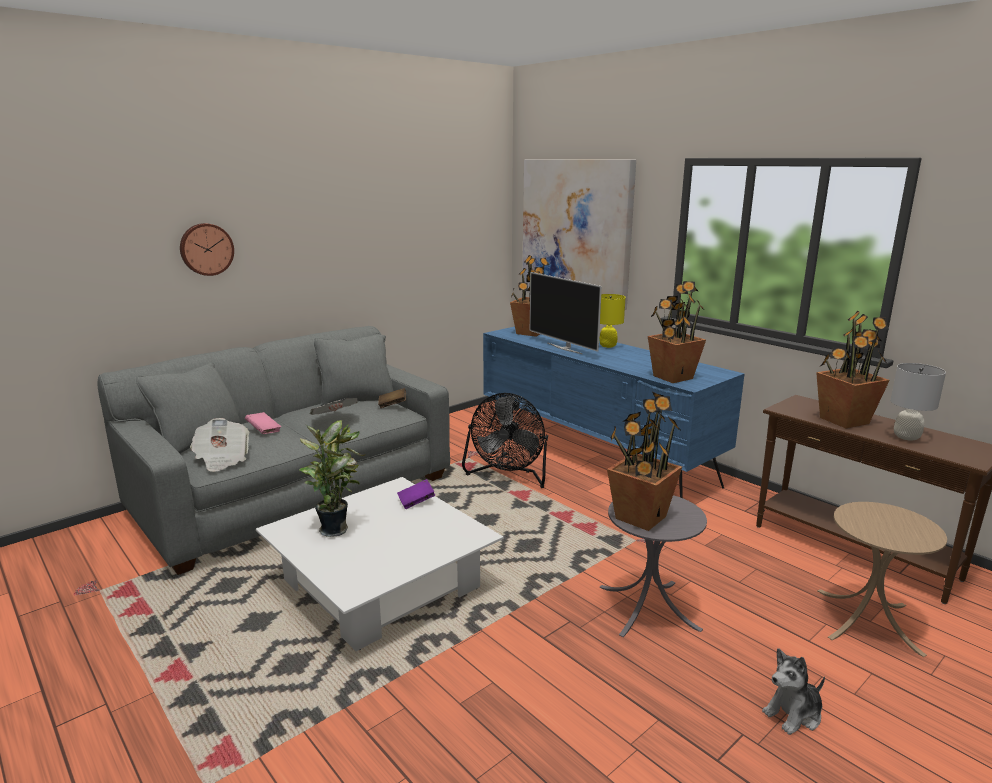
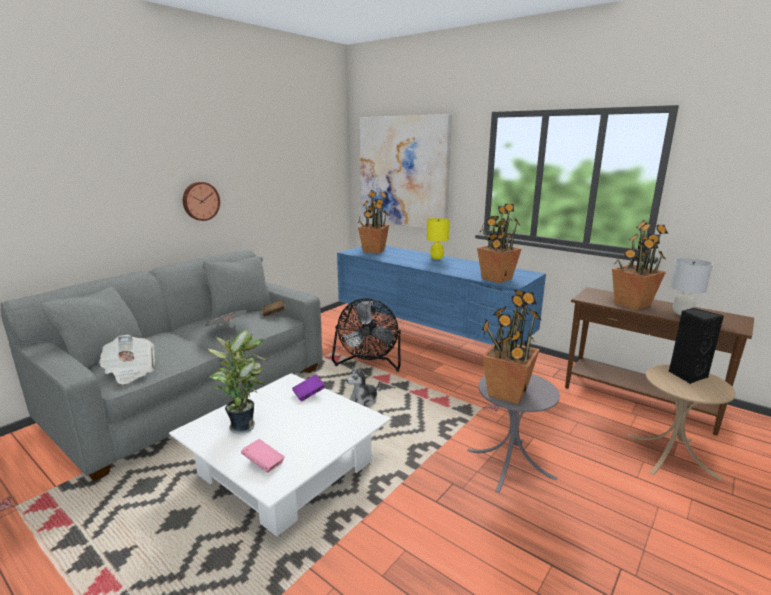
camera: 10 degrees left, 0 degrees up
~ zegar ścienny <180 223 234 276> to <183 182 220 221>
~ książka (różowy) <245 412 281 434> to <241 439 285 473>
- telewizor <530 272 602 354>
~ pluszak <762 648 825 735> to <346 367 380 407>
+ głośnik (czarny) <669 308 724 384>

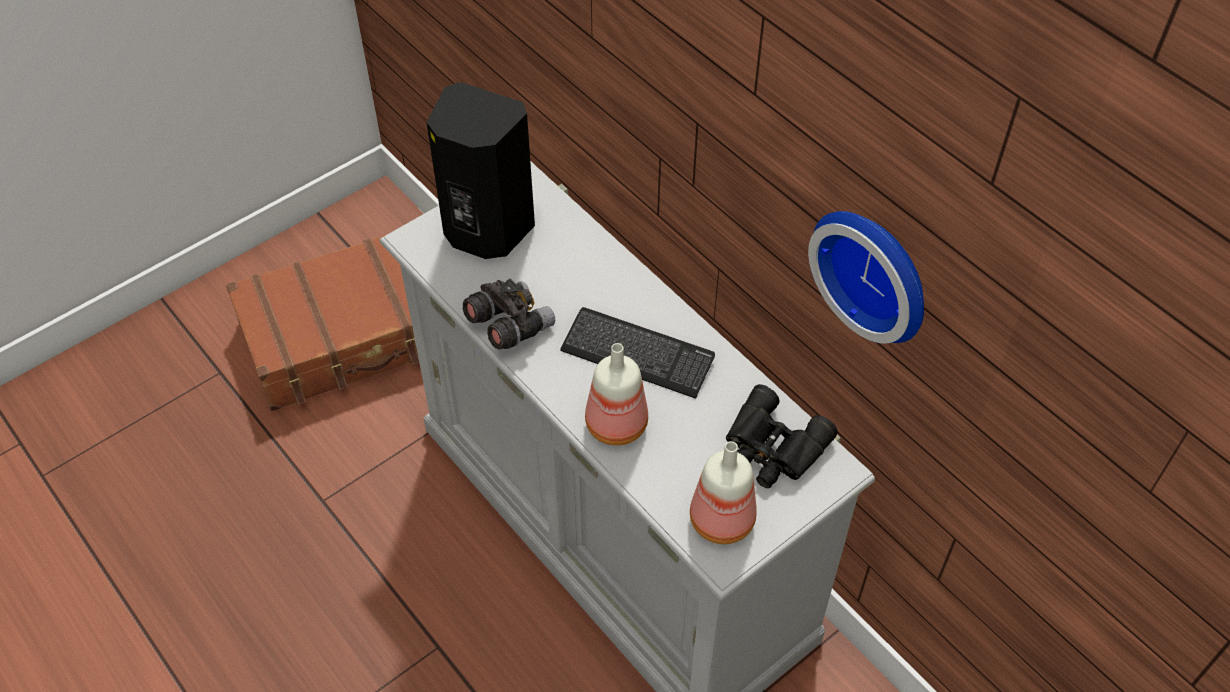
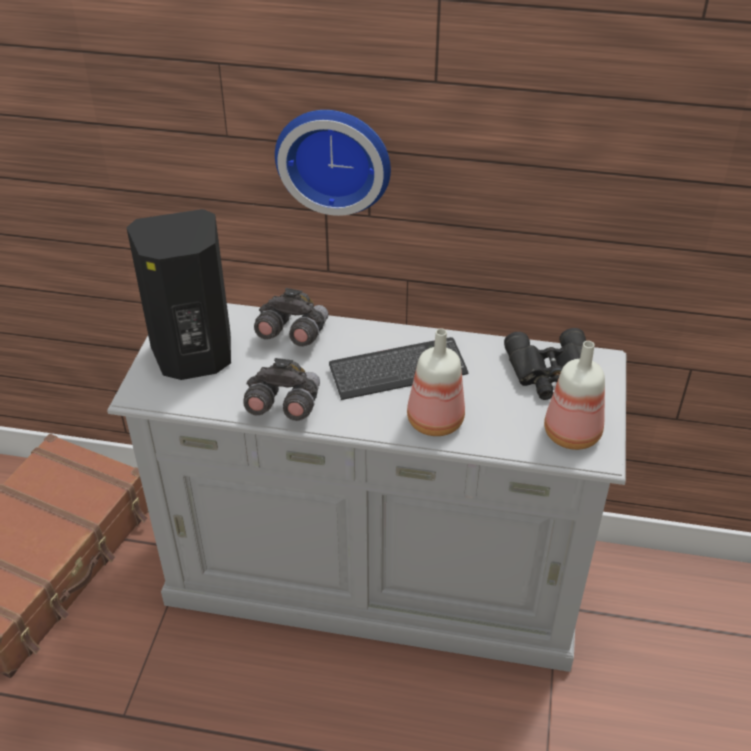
camera: 40 degrees left, 10 degrees down
~ zegar ścienny <808 211 924 344> to <275 110 391 216>
+ lornetka (szary) <254 288 328 347>

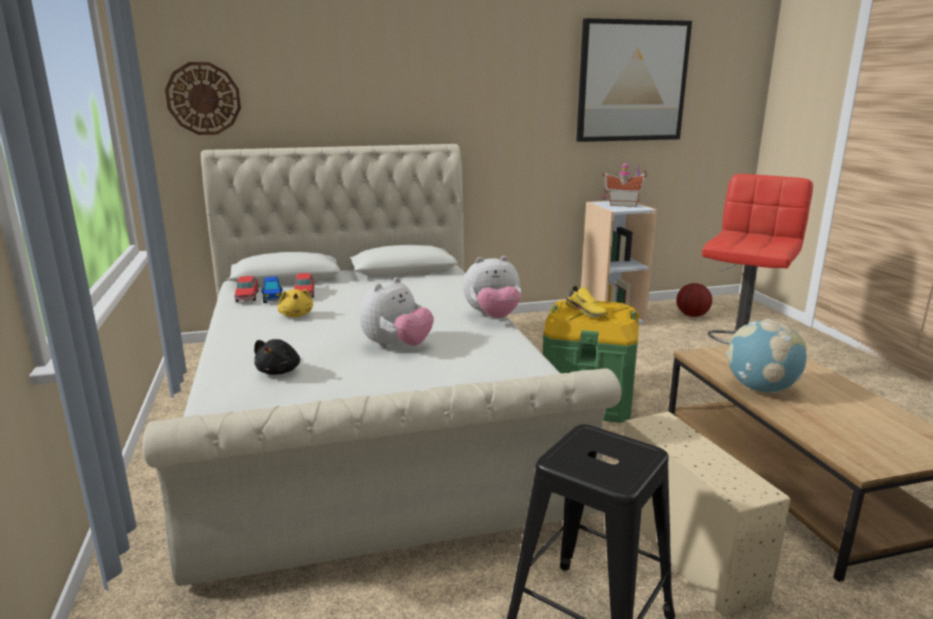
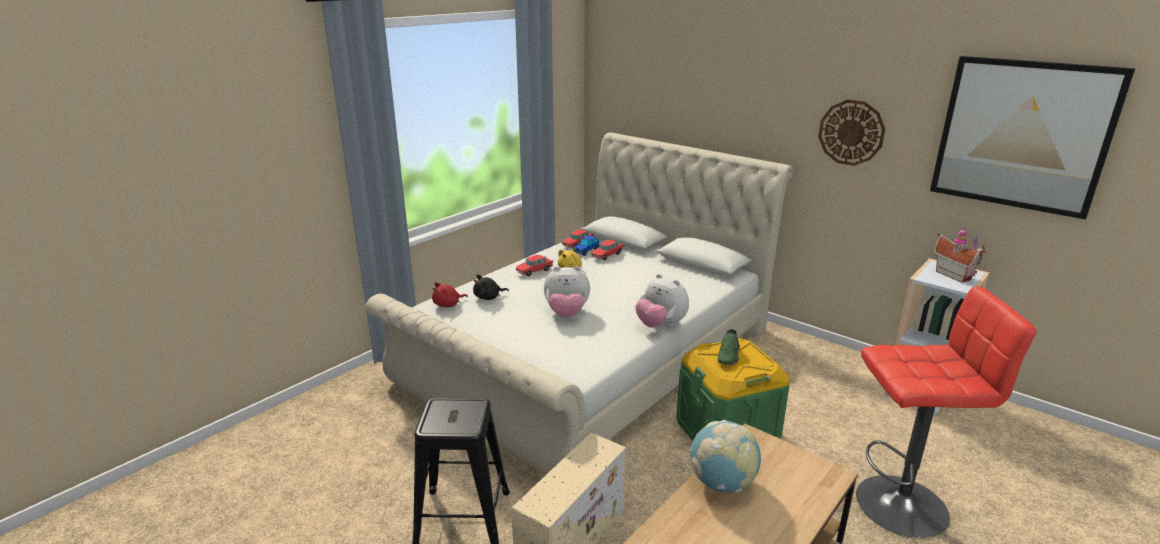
camera: 55 degrees right, 5 degrees up
~ zegar ścienny <165 62 241 135> to <818 100 885 166>
~ but (żółty) <566 286 608 317> to but (zielony) <718 329 740 365>
- piłka do koszykówki <676 283 712 317>
+ pluszak (czerwony) <432 282 468 307>
+ samochodzik <516 255 553 276>

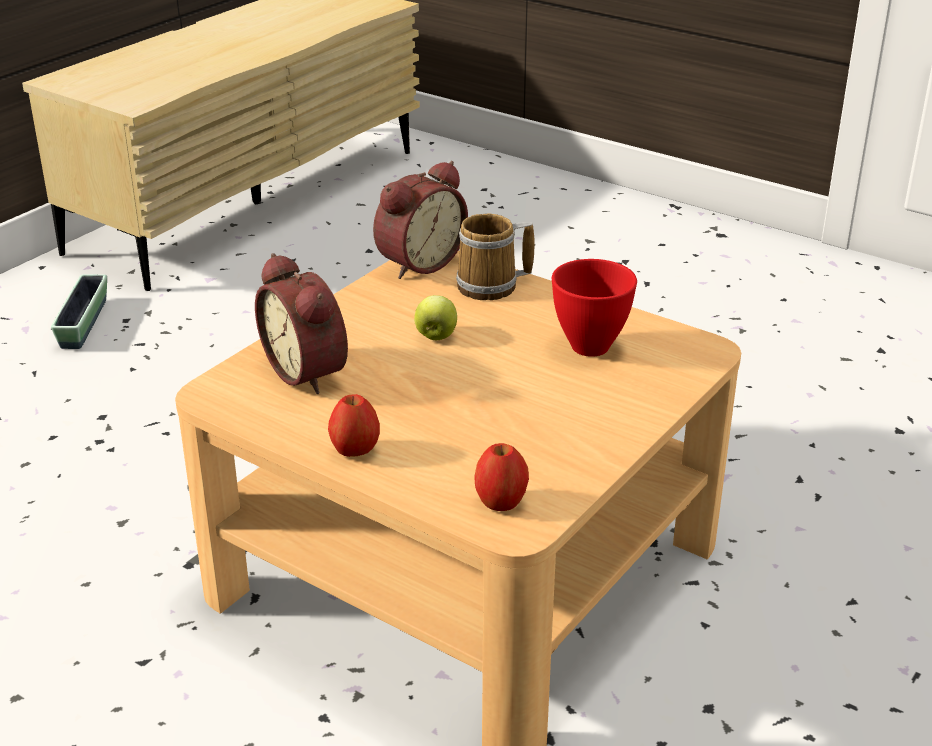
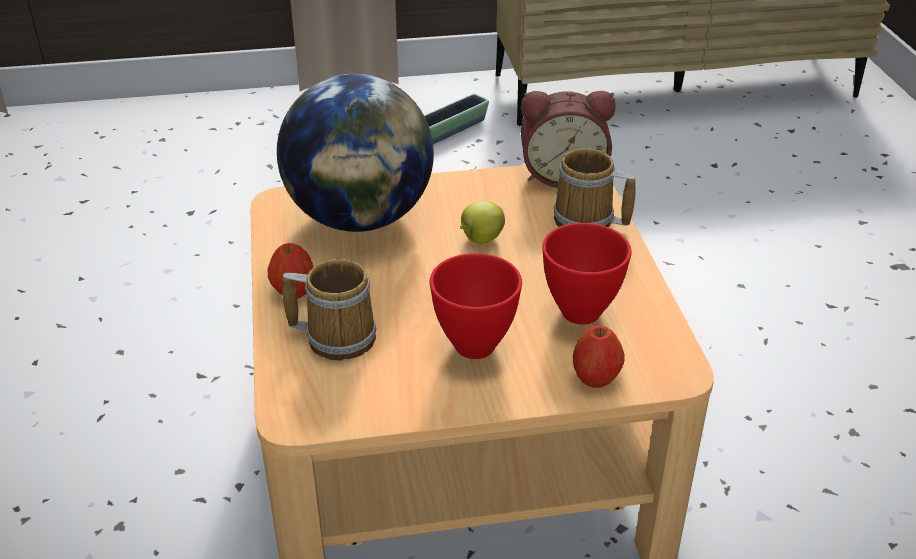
camera: 45 degrees right, 5 degrees up
~ budzik <255 253 348 394> to globus <277 74 434 232>
~ jabłko <474 443 529 511> to <573 325 624 388>
+ kubek <282 259 377 360>
+ miska (czerwony) <430 253 522 359>

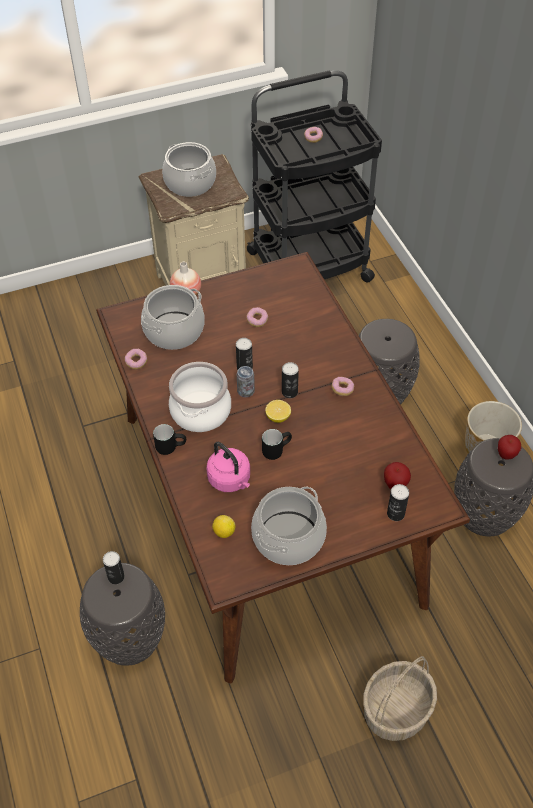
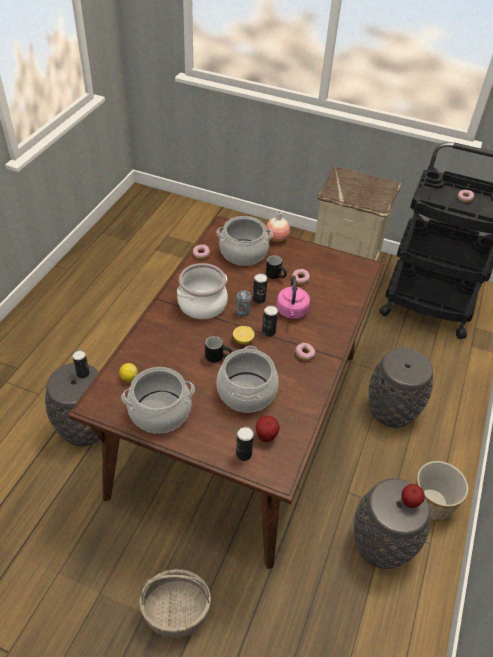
camera: 40 degrees right, 5 degrees down
~ kubek (czarny) <153 424 186 455> to <266 255 287 279>
~ garnek <162 142 216 197> to <217 346 279 413>
~ czajnik (różowy) <206 442 250 492> to <276 276 310 319>

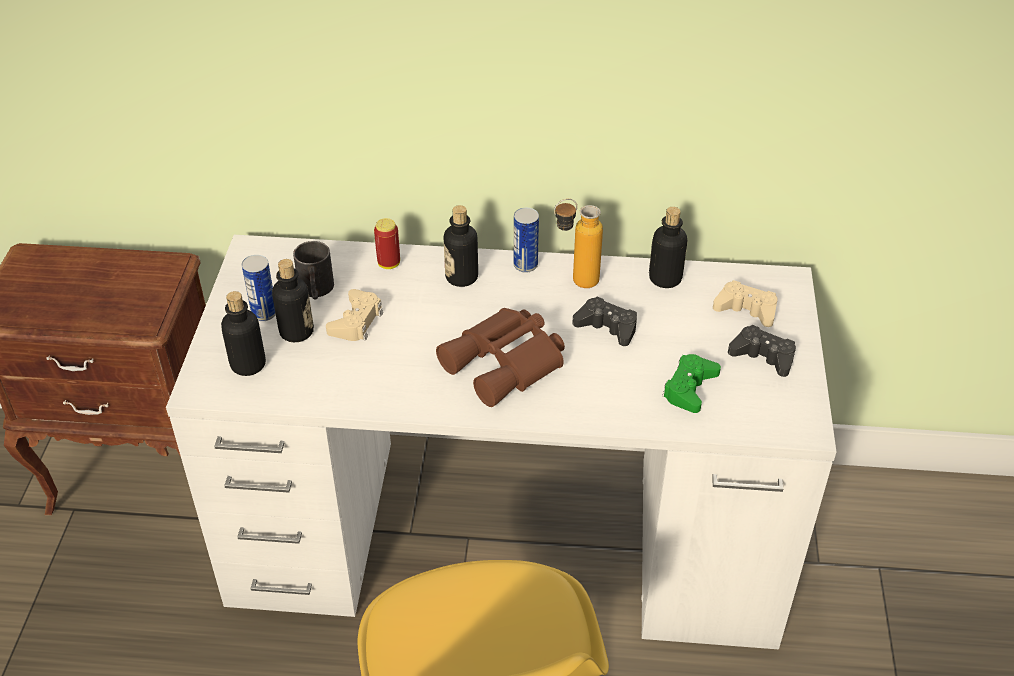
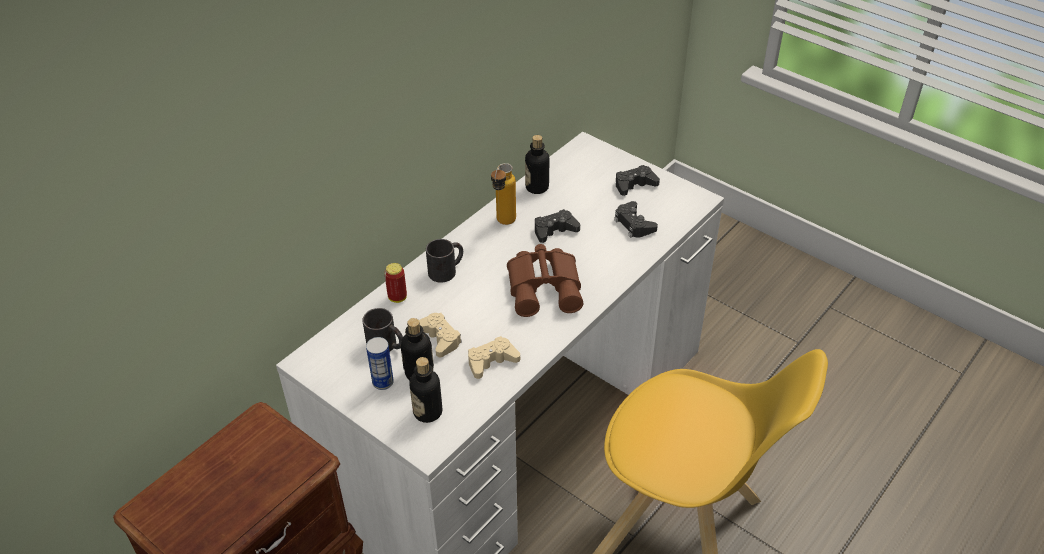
camera: 55 degrees left, 0 degrees up
~ butelka <444 205 478 287> to kubek (czarny) <426 239 463 283>
- puszka <514 208 539 272>
~ pad do gier (zielony) <662 354 721 413> to pad do gier (czarny) <614 201 658 238>
~ pad do gier (beżowy) <713 280 778 327> to <468 336 520 379>

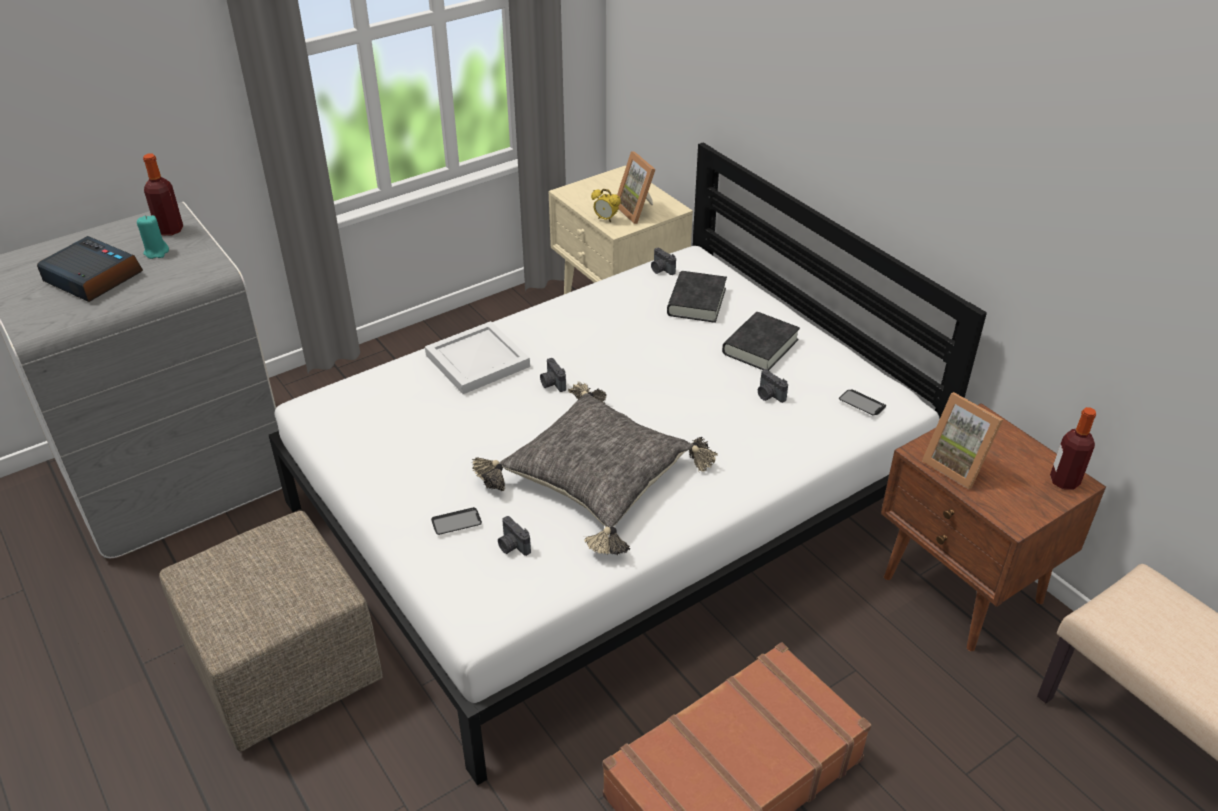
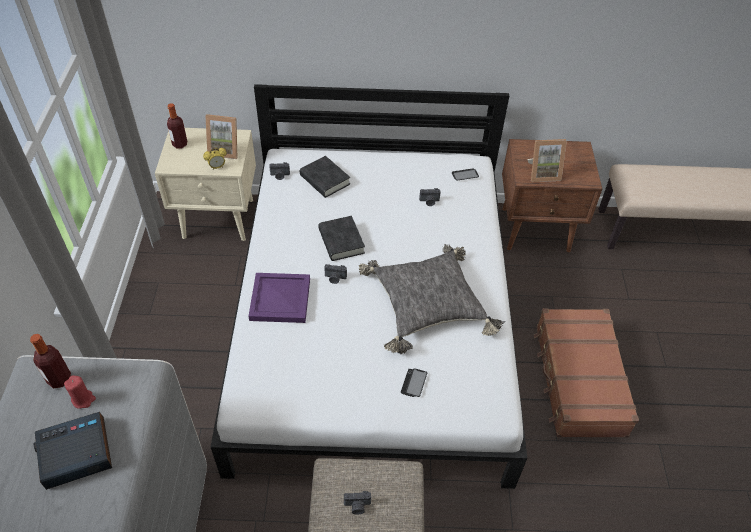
camera: 55 degrees left, 10 degrees up
~ świeca (turkusowy) <137 215 169 259> to świeca (czerwony) <64 376 96 409>
~ taca (biały) <425 321 530 394> to taca (fioletowy) <248 273 310 323>
~ aparat fotograficzny <498 516 531 556> to <344 491 371 515>
~ książka (czarny) <722 312 800 370> to <318 216 365 261>
~ butelka <1050 407 1096 490> to <167 103 187 149>

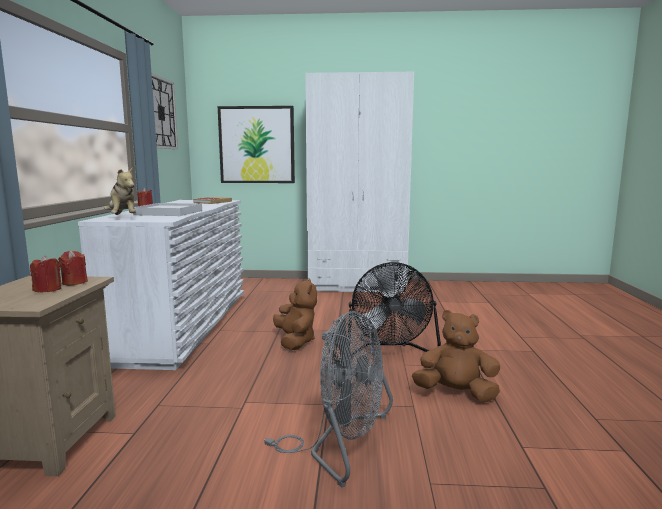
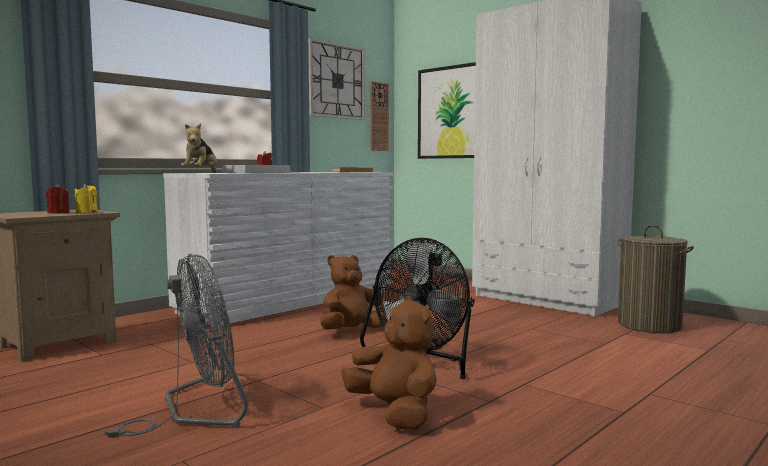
camera: 40 degrees right, 5 degrees down
~ świeca (czerwony) <59 250 88 285> to świeca (żółty) <75 184 98 213>
~ wentylator (szary) <264 311 393 488> = <104 254 248 437> 90 degrees counterclockwise
~ pluszak (brązowy) <273 278 317 350> = <321 255 386 330> 150 degrees counterclockwise
+ zegar ścienny <370 81 389 151>
+ kosz na pranie <618 225 694 333>

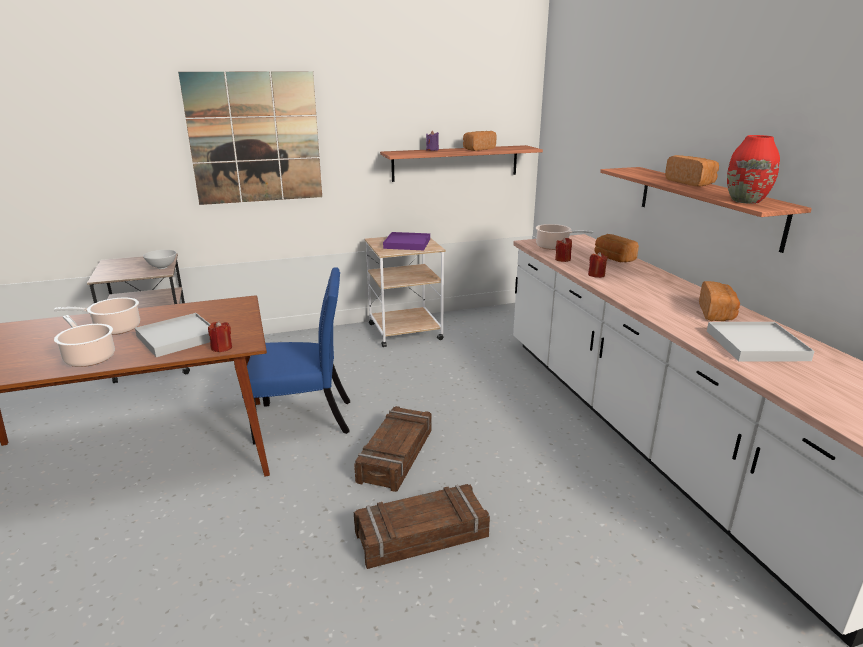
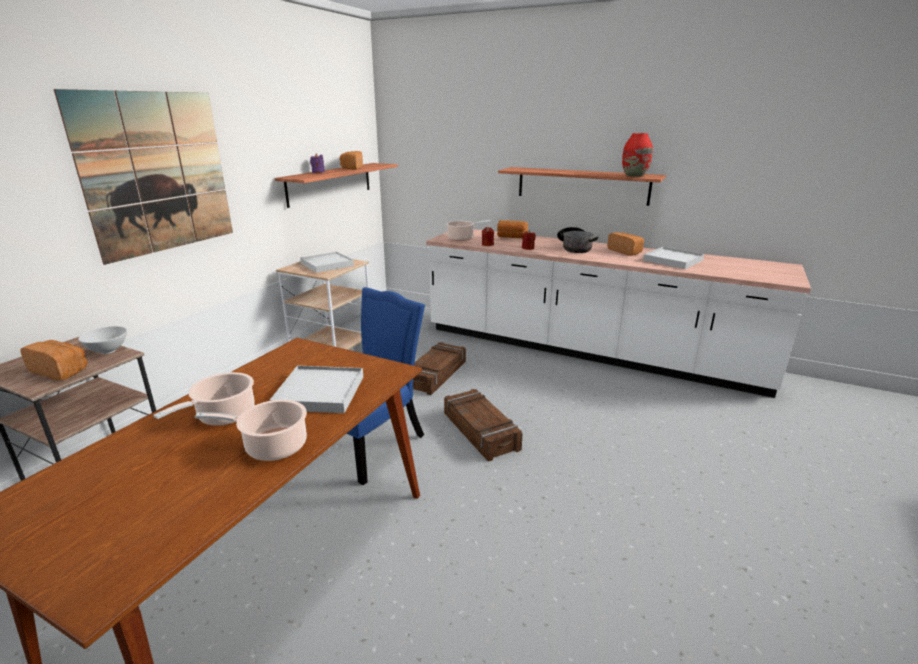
camera: 45 degrees left, 0 degrees up
- świeca (czerwony) <208 321 232 352>
~ skrzynka <354 484 490 569> to <413 342 466 395>
~ taca (fioletowy) <383 232 430 250> to taca (biały) <300 252 354 273>
~ chleb <665 155 719 187> to <20 340 87 381>
+ garnek <557 227 598 253>

